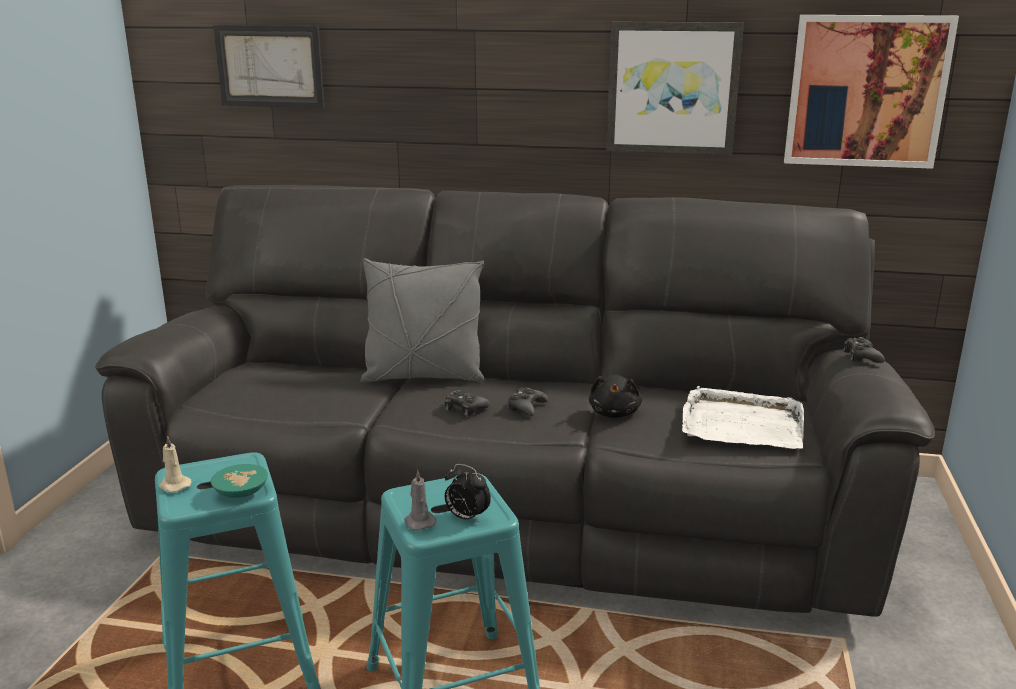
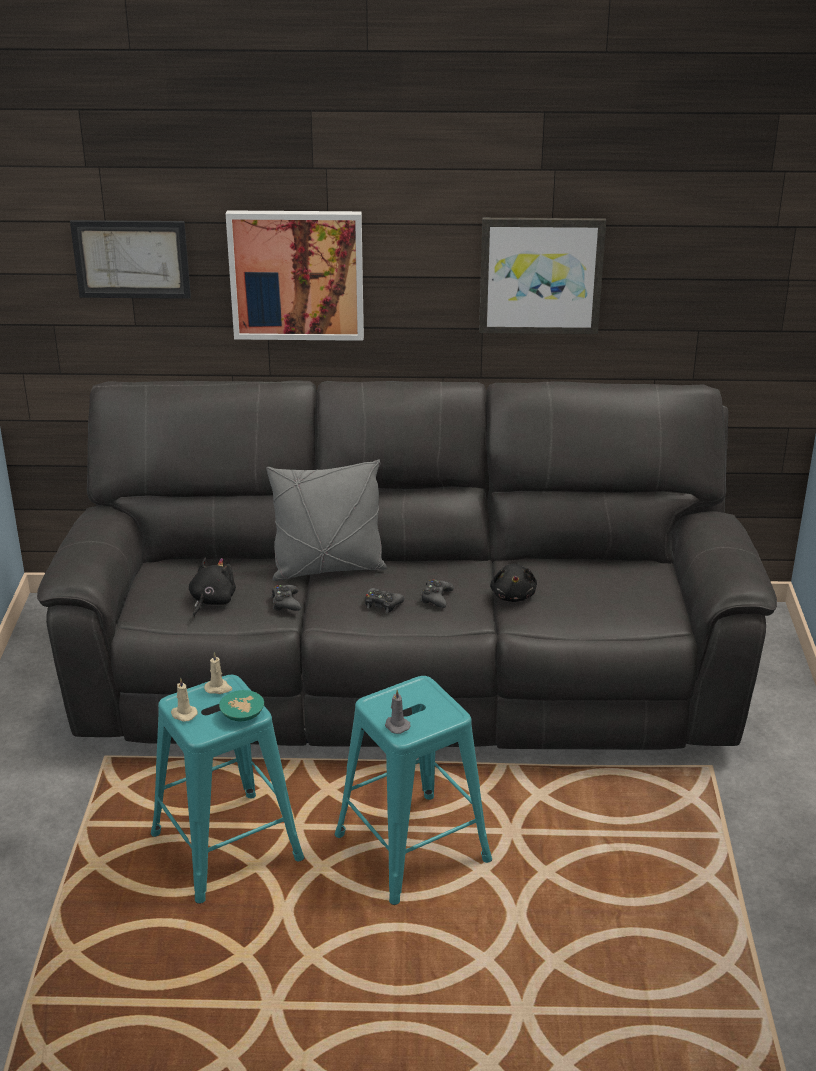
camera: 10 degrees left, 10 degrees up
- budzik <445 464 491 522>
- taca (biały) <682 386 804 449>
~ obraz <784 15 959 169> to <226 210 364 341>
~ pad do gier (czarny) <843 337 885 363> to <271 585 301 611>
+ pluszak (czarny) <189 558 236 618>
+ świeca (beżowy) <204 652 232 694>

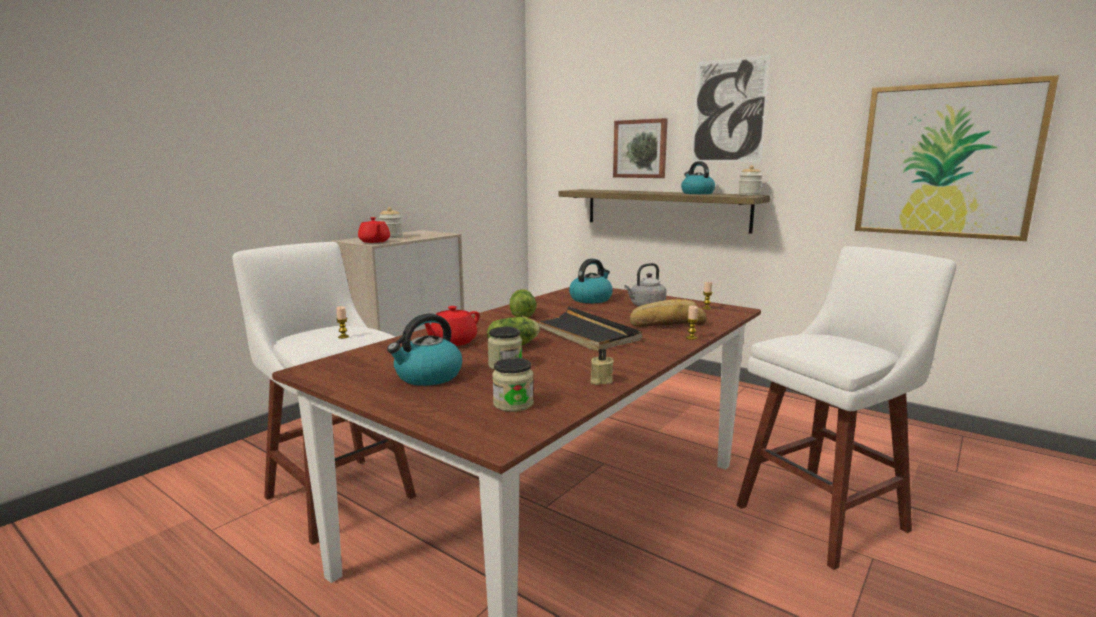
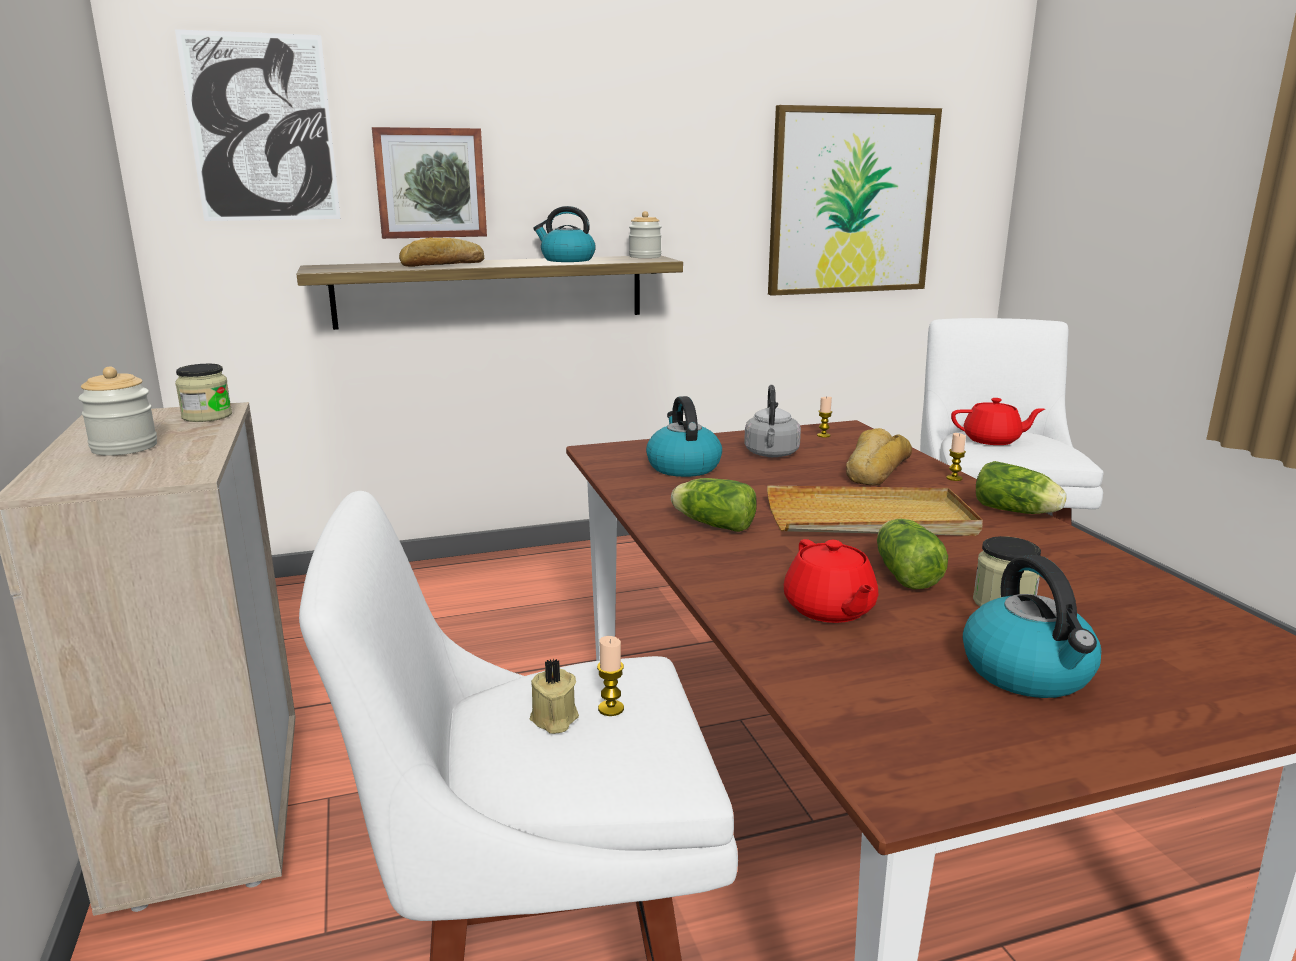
camera: 55 degrees left, 5 degrees up
~ imbryk (czerwony) <358 217 390 243> to <951 398 1045 445>
~ słoik <492 358 534 412> to <175 364 232 422>
~ taca (czarny) <521 306 642 352> to taca (beżowy) <767 486 983 536>
~ świeca (beżowy) <590 349 614 385> to <530 659 579 734>
~ obraz <691 54 771 162> to <175 29 341 221>
+ chleb <399 237 485 267>
+ sałata <976 461 1067 514>

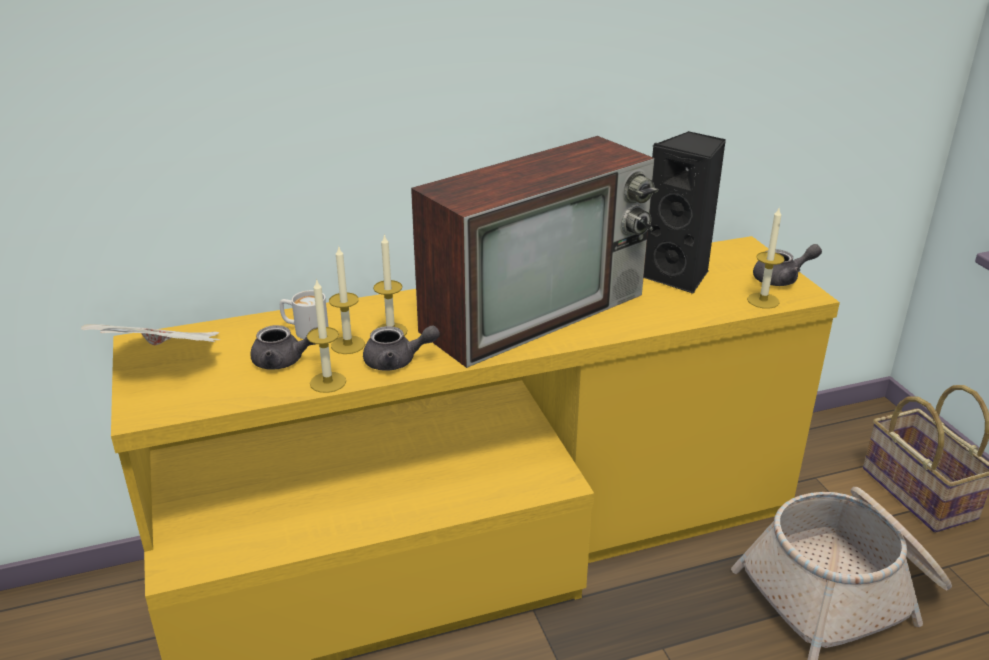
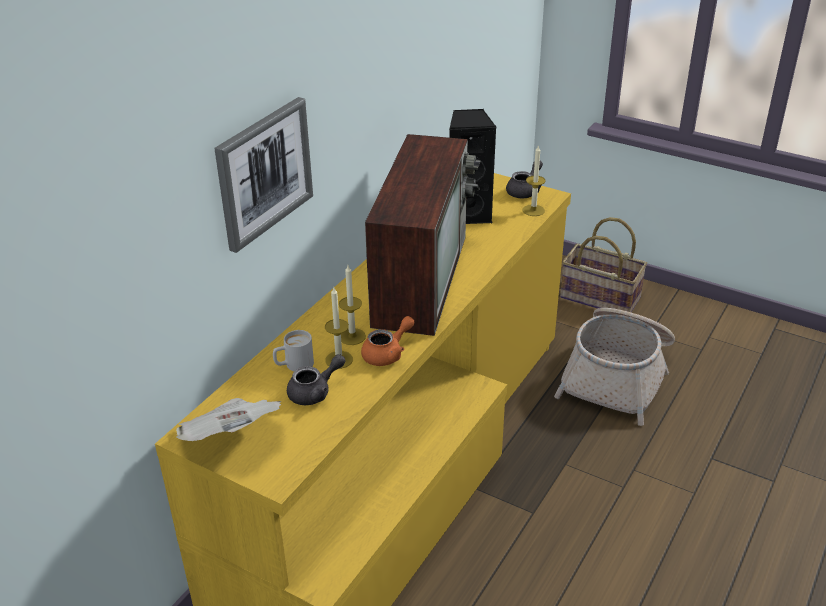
camera: 40 degrees left, 5 degrees up
- świeca <307 278 346 393>
~ imbryk (szary) <363 325 440 371> to imbryk (pomarańczowy) <361 316 414 366>
+ obraz <214 97 313 253>

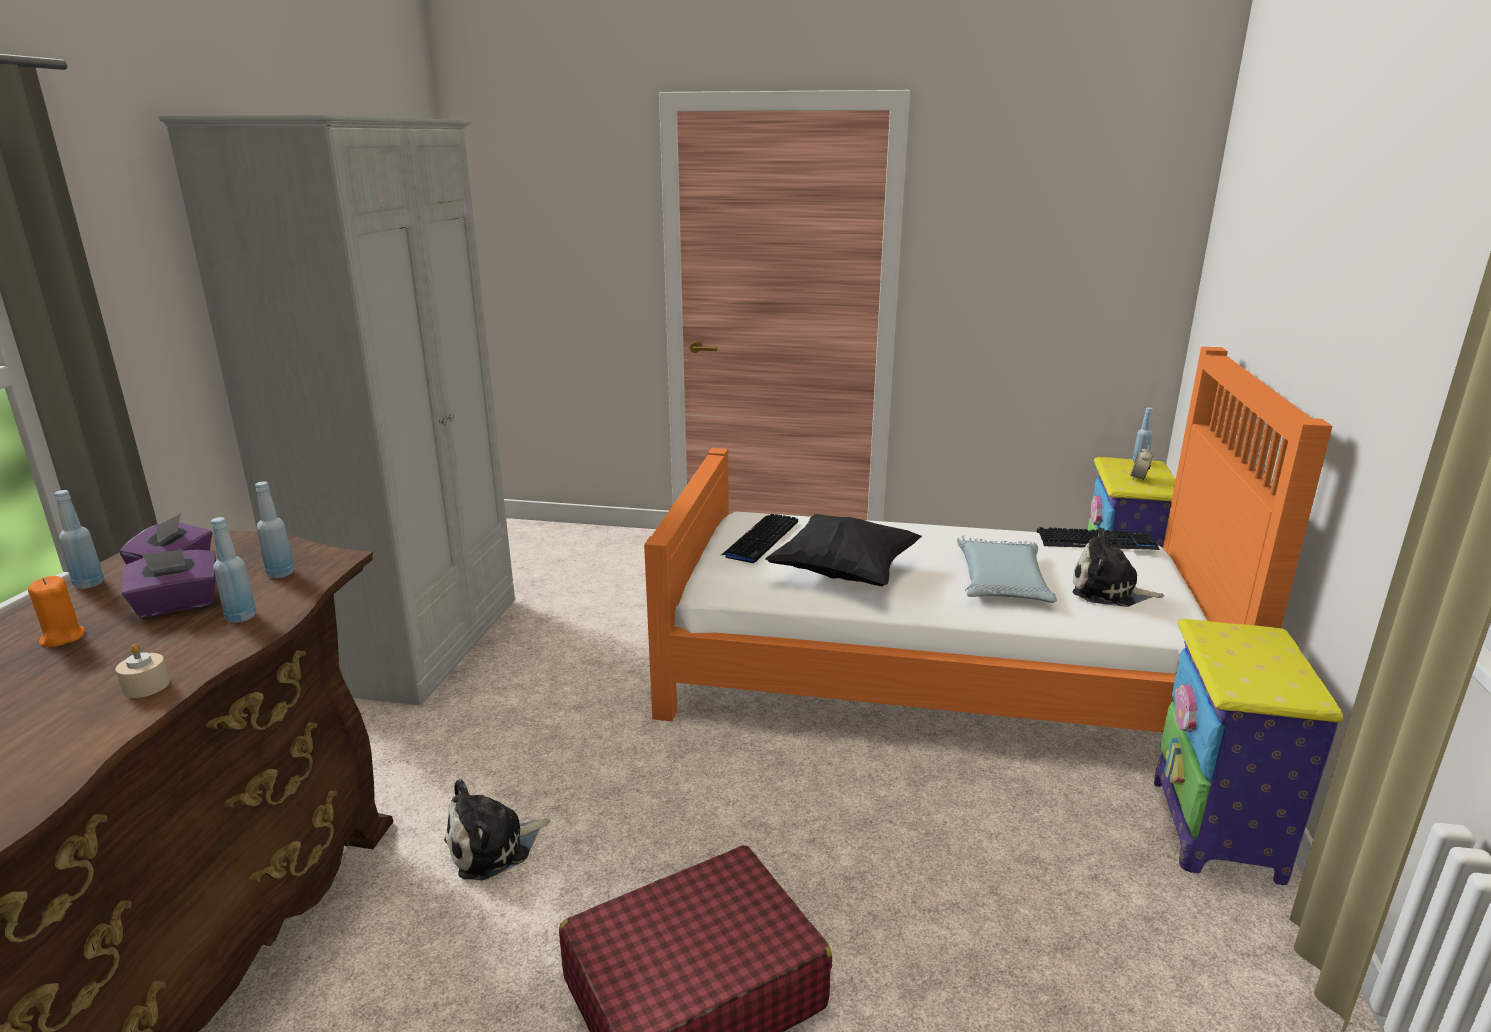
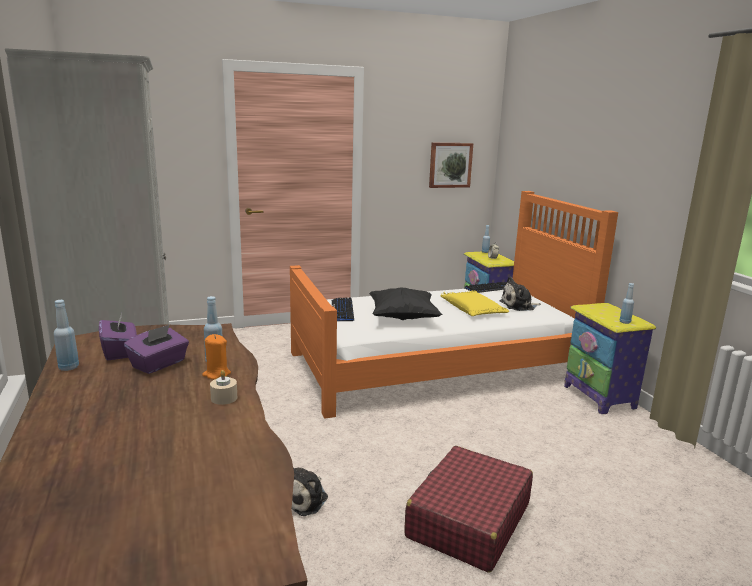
camera: 30 degrees left, 5 degrees down
~ świeca (pomarańczowy) <28 576 85 647> to <202 334 231 379>
~ butelka (niebieski) <255 481 294 578> to <620 283 634 324>
~ poduszka (niebieski) <957 535 1057 603> to poduszka (żółty) <441 290 509 316>
+ obraz <429 143 473 188>

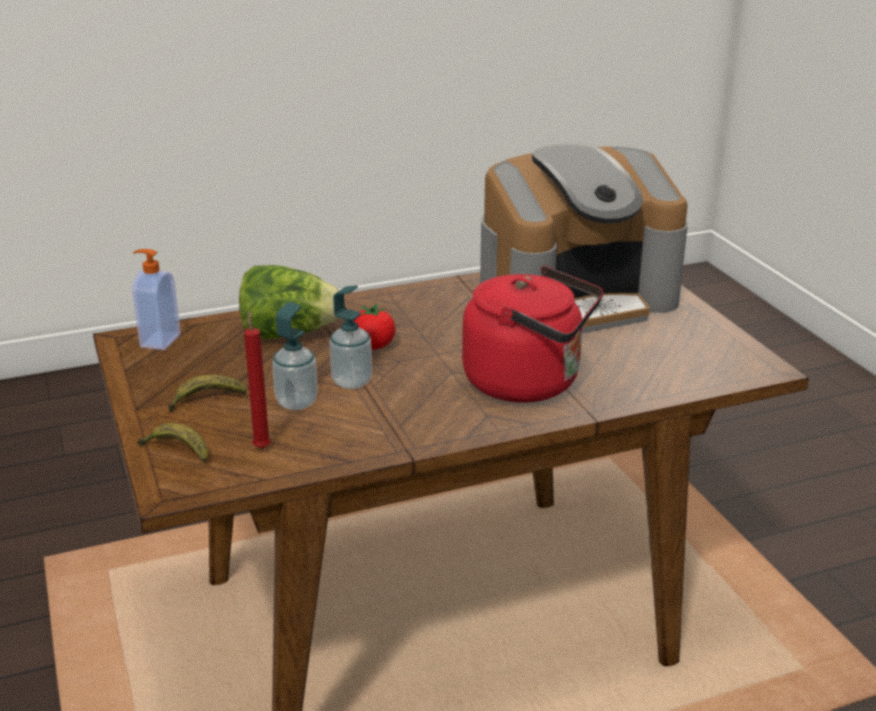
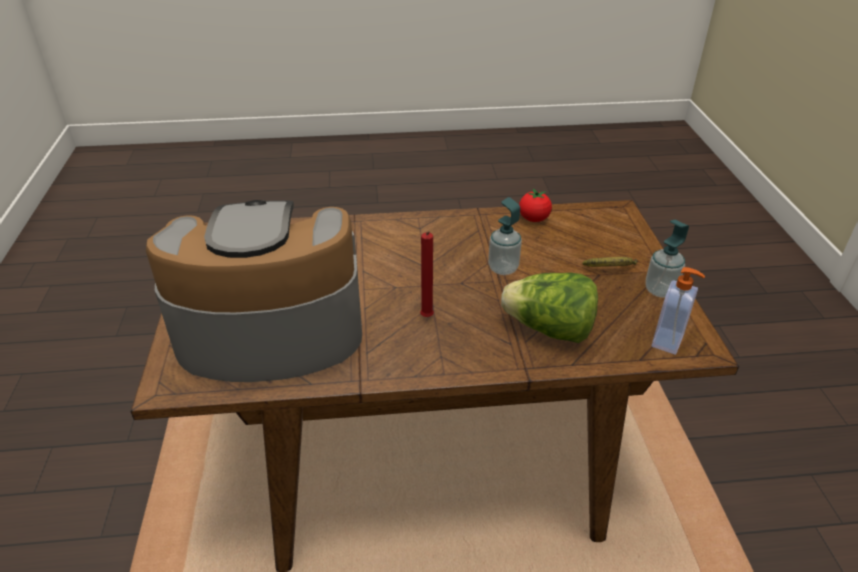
camera: 165 degrees left, 10 degrees up
- banan <138 423 208 462>
~ świeca (czerwony) <244 311 271 449> to <420 231 434 317>
~ dozownik mydła <272 302 318 410> to <646 220 689 298>
~ pomidor <353 304 396 350> to <519 188 552 222>
- czajnik (czerwony) <462 266 603 403>

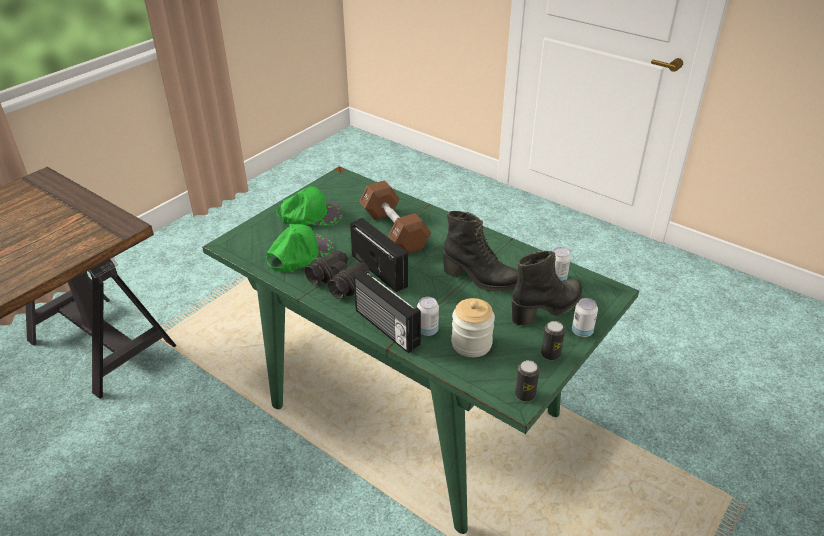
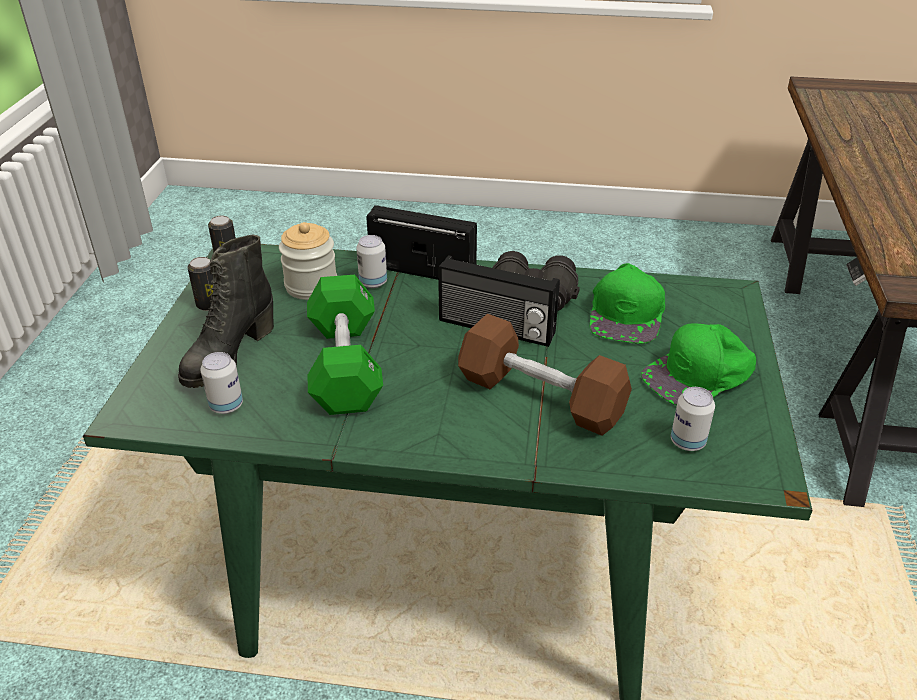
camera: 150 degrees right, 0 degrees up
~ but z cholewką (czarny) <443 211 518 291> to hantel (zielony) <307 275 383 415>
~ puszka <572 298 598 337> to <671 387 715 451>

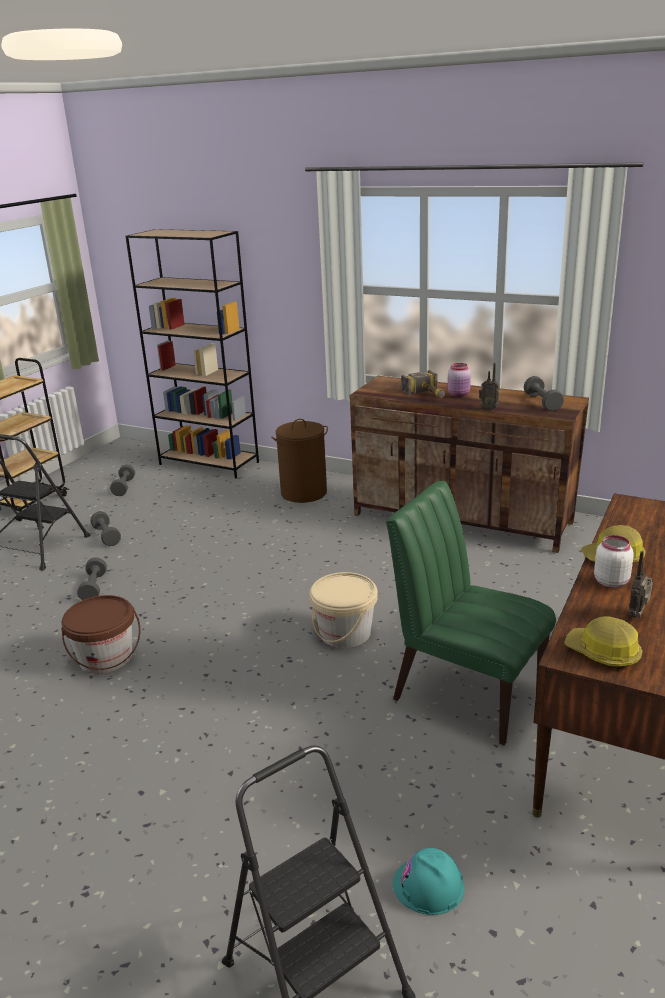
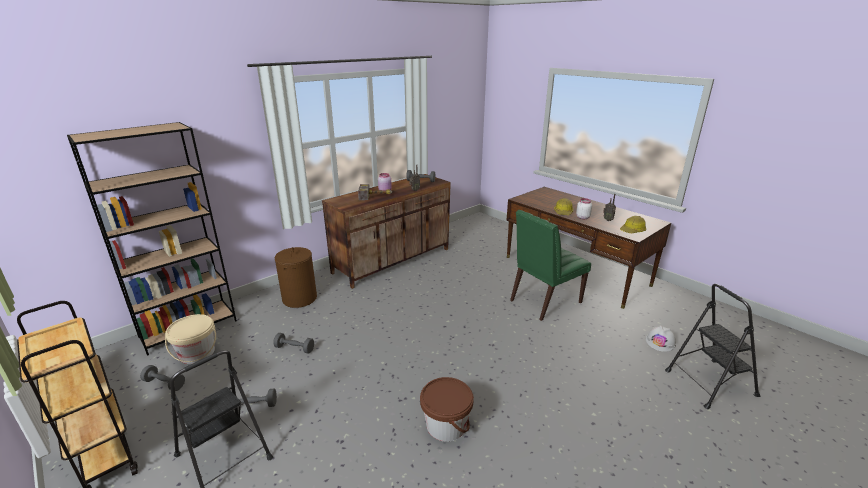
camera: 70 degrees left, 0 degrees up
~ hantel (szary) <77 557 107 600> to <273 333 314 354>
~ wiadro (beżowy) <309 572 378 648> to <165 314 216 364>
~ kask (turkusowy) <393 848 465 915> to kask (biały) <646 326 676 352>

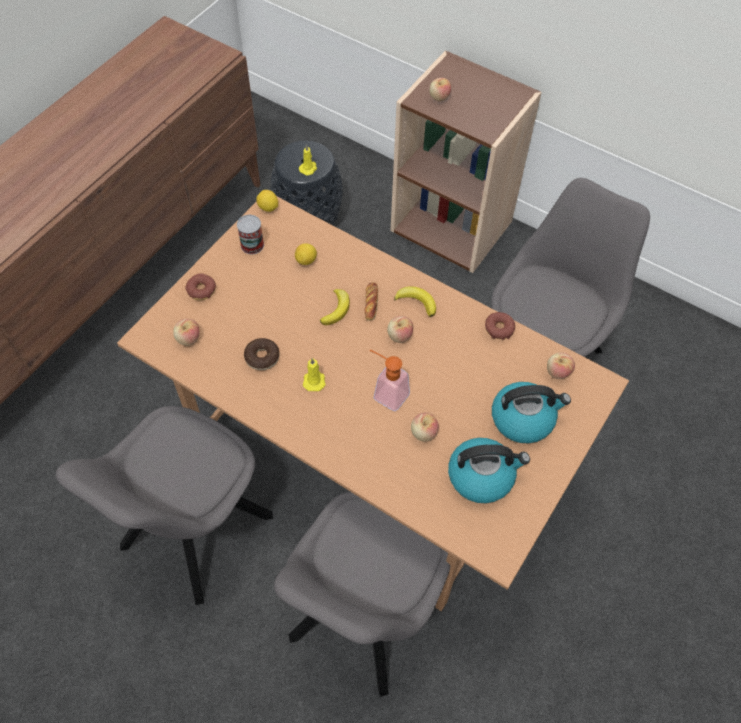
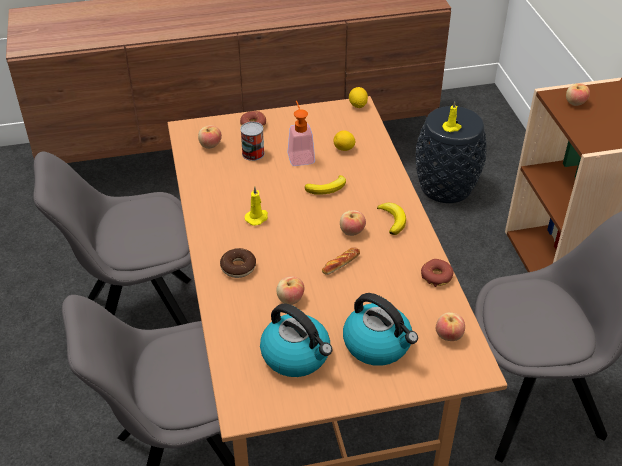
camera: 45 degrees right, 15 degrees down
~ puszka <237 215 264 254> to <240 122 265 161>
~ donut <244 338 280 370> to <220 248 256 278>
~ chleb <364 282 378 321> to <322 248 360 275>
~ dozownik mydła <370 350 410 411> to <287 101 315 166>

